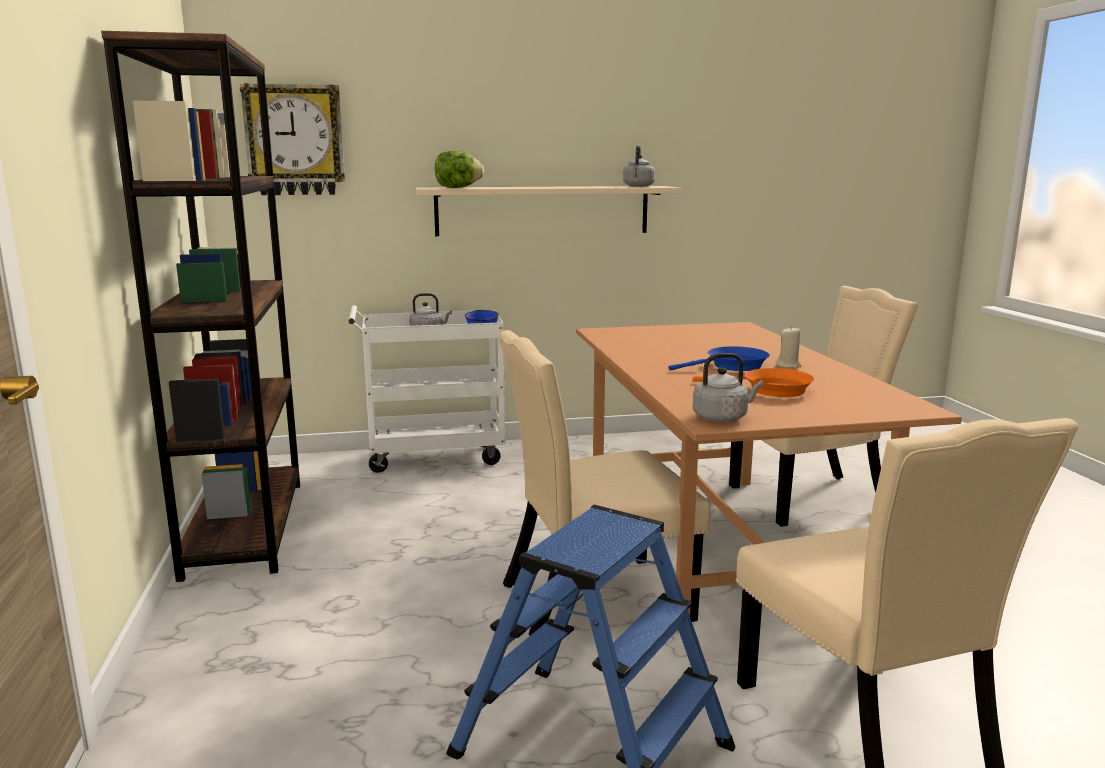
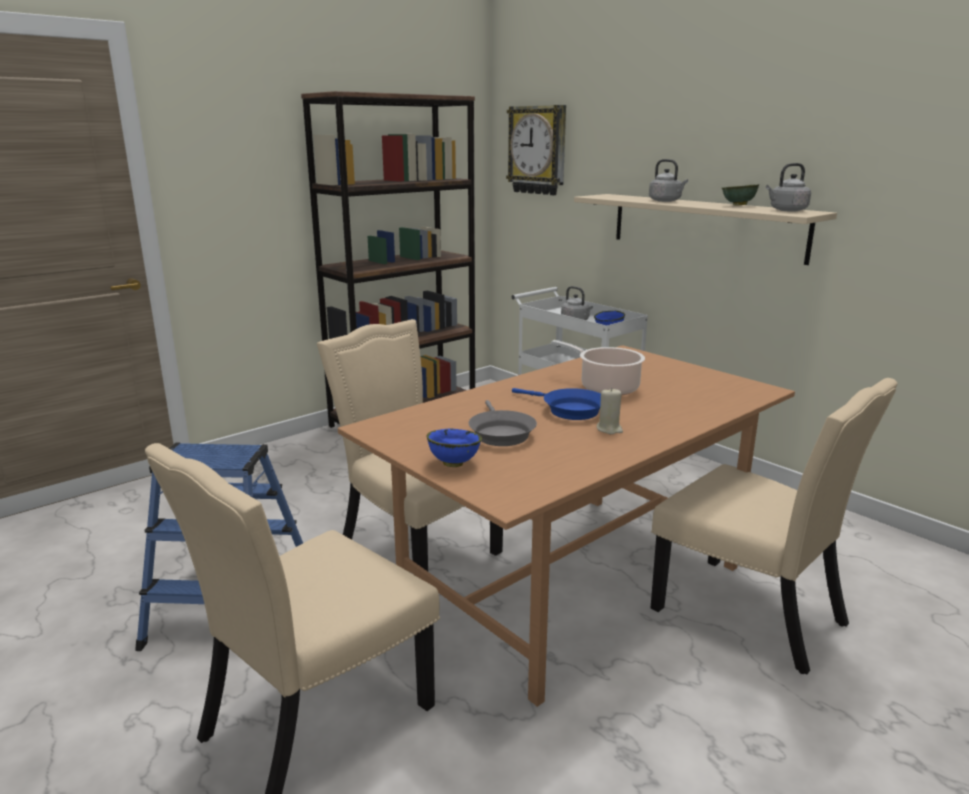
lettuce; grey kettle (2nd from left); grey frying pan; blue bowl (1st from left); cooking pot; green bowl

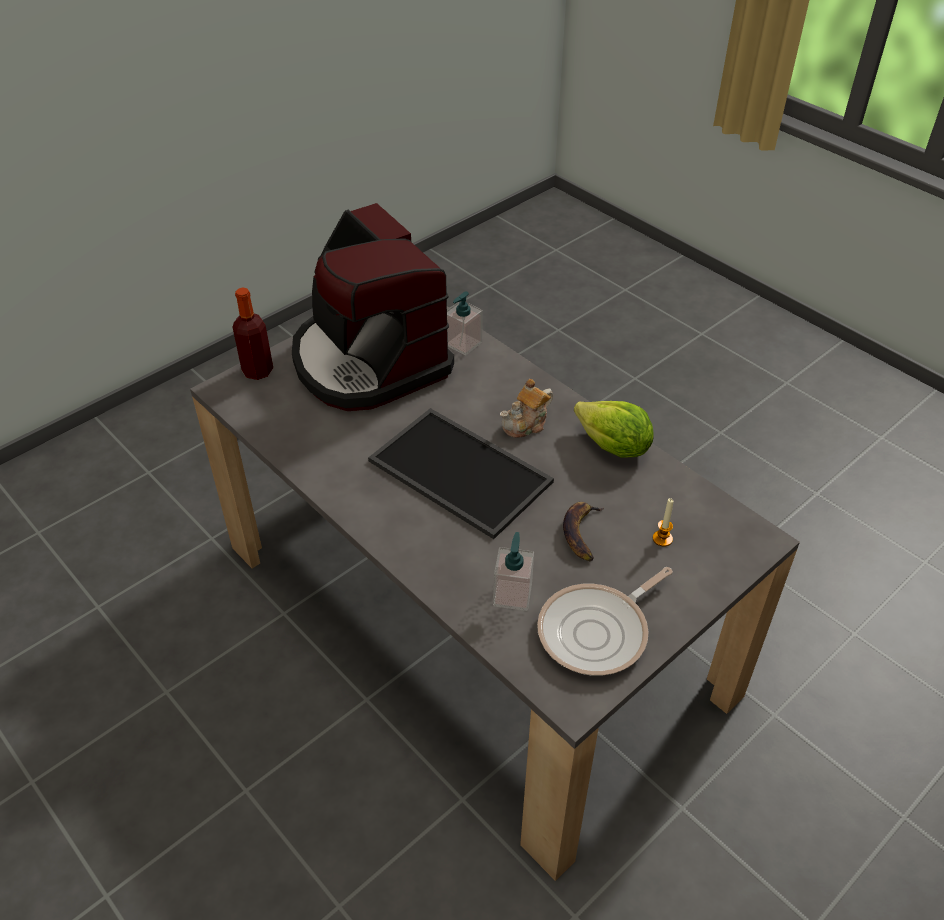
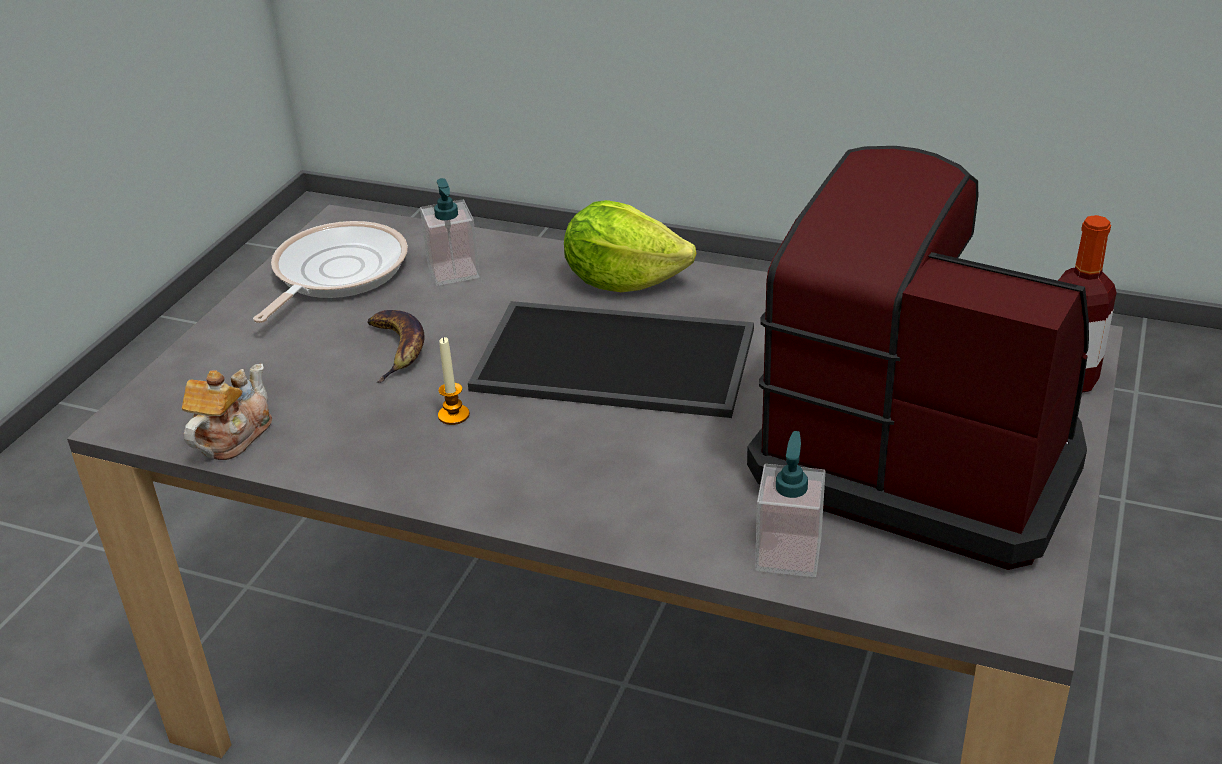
teapot; lettuce; candle

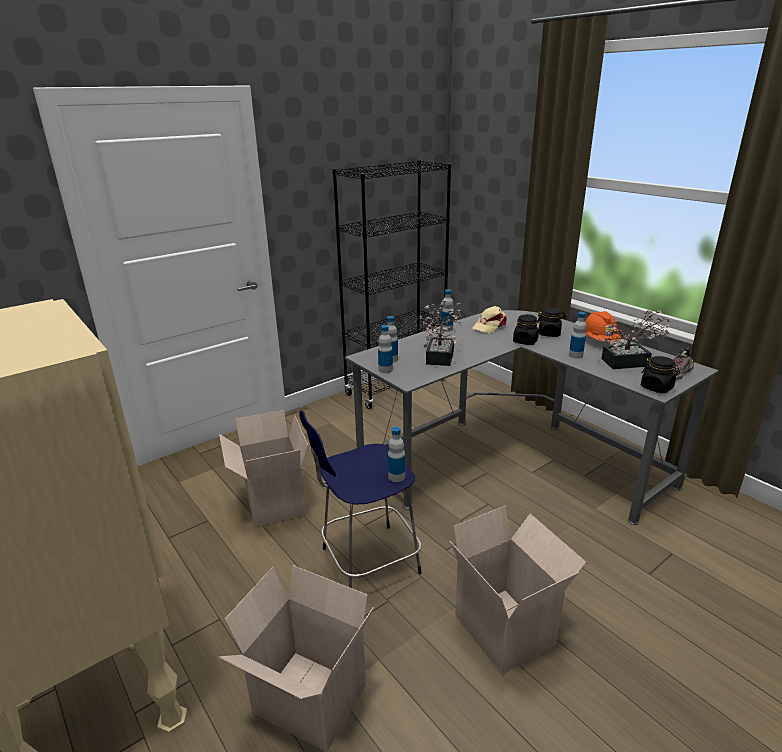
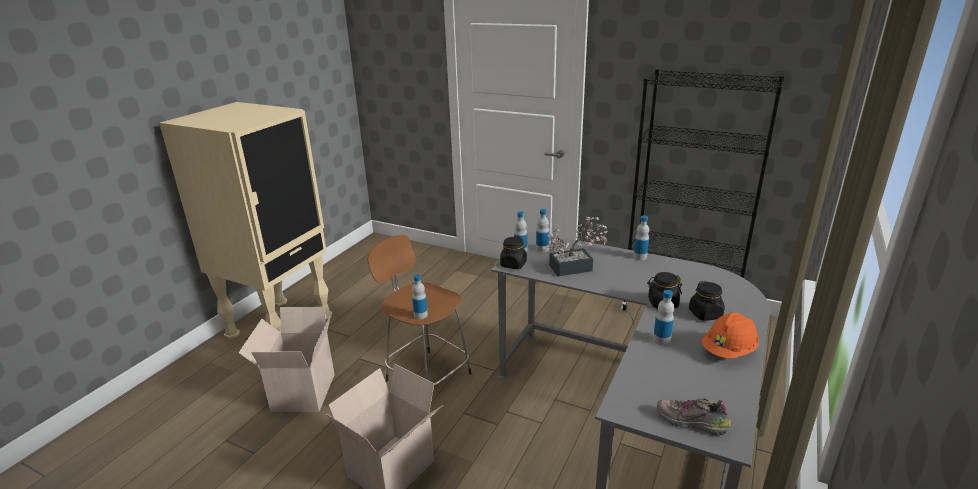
cardboard box (1st from left in the first image); brown stool; beige cap; potted plant (2nd from left in the first image); black jar (1st from left)

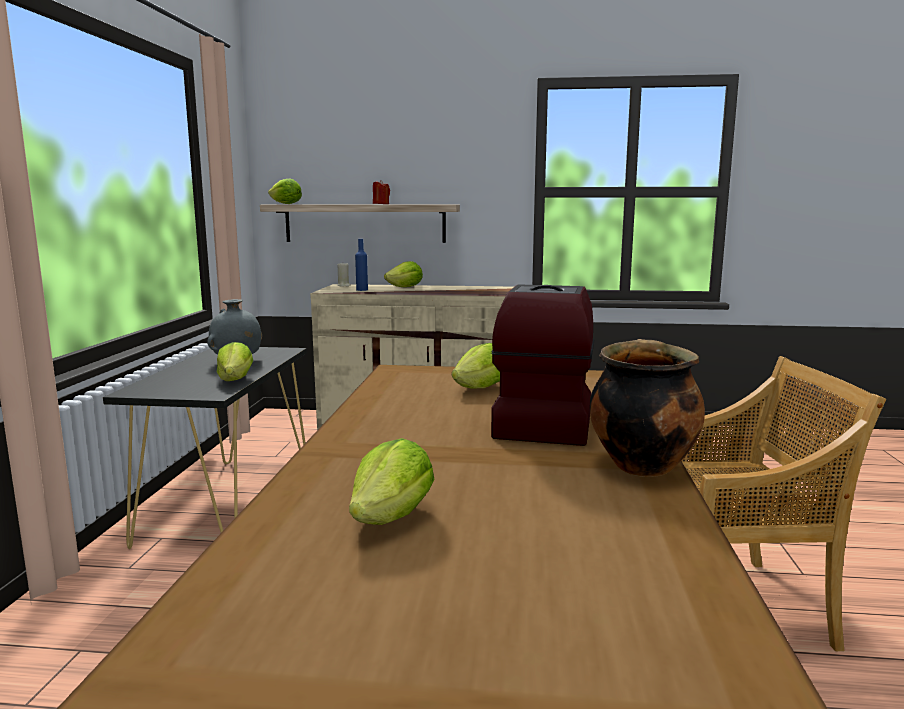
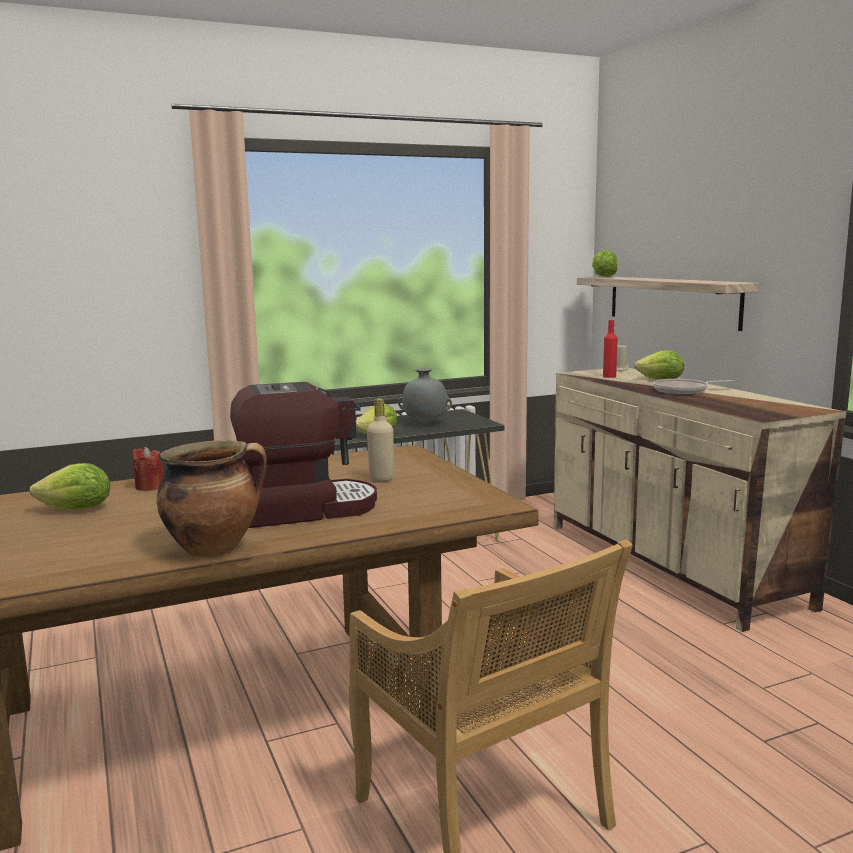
red bottle; red candle; beige bottle; frying pan

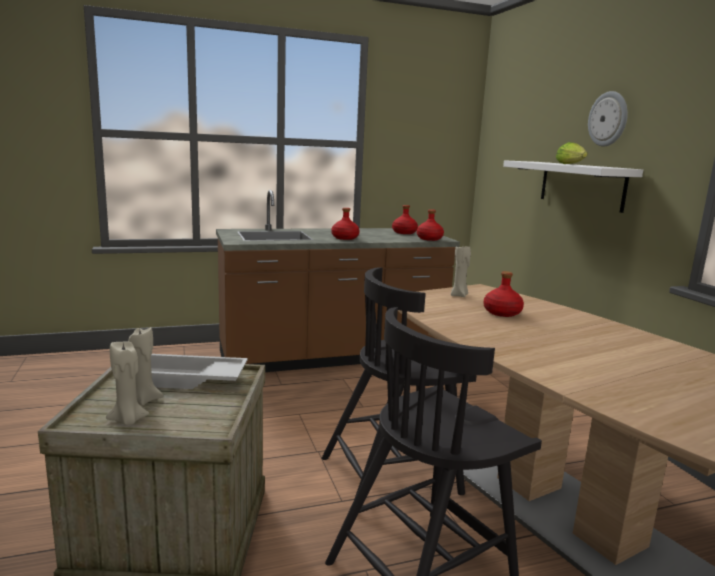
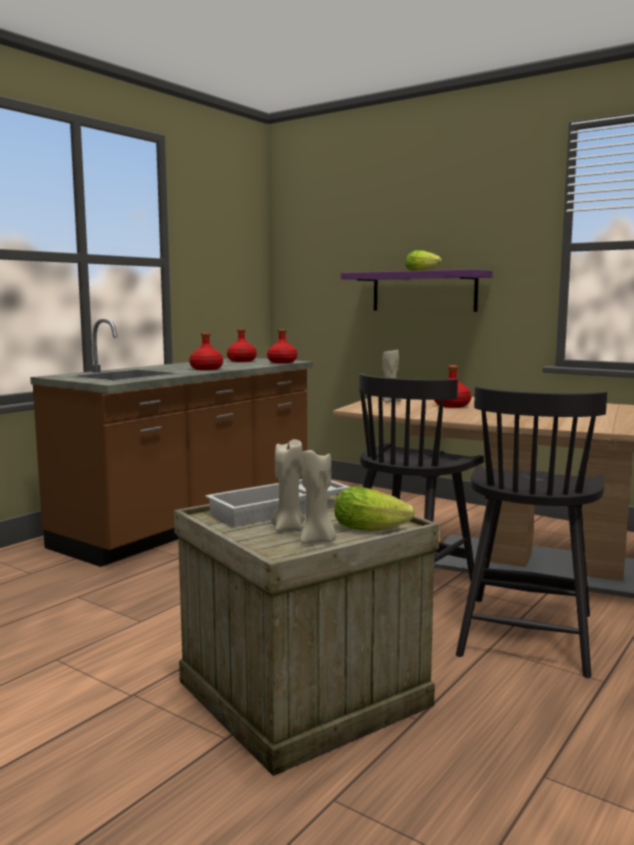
purple shelf; wall clock; lettuce (1st from left)

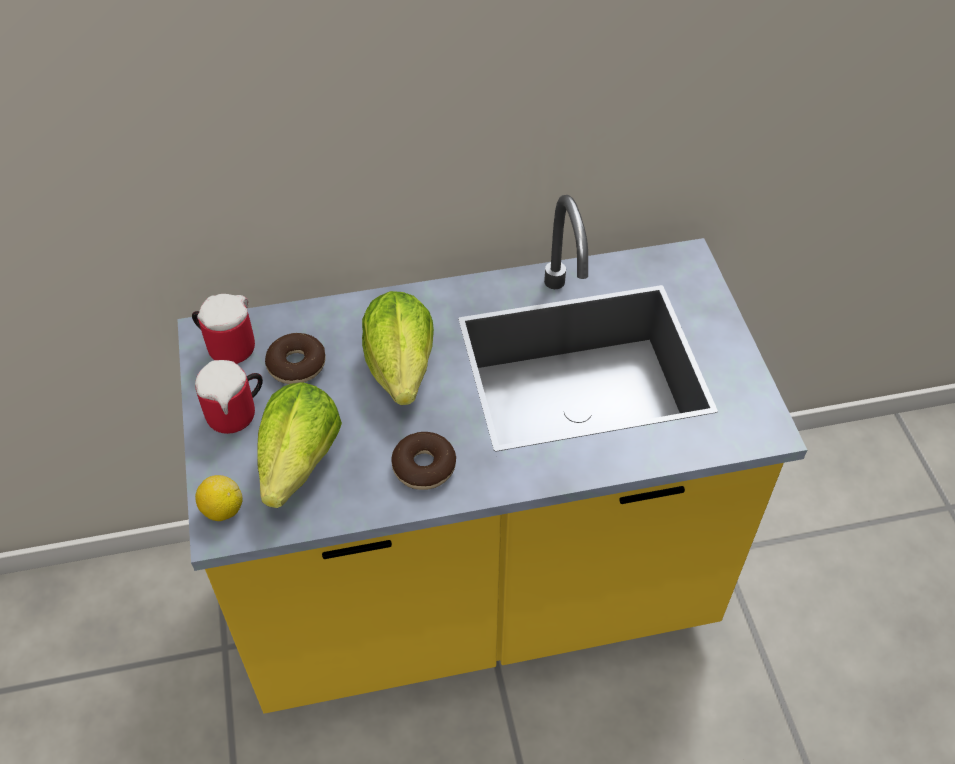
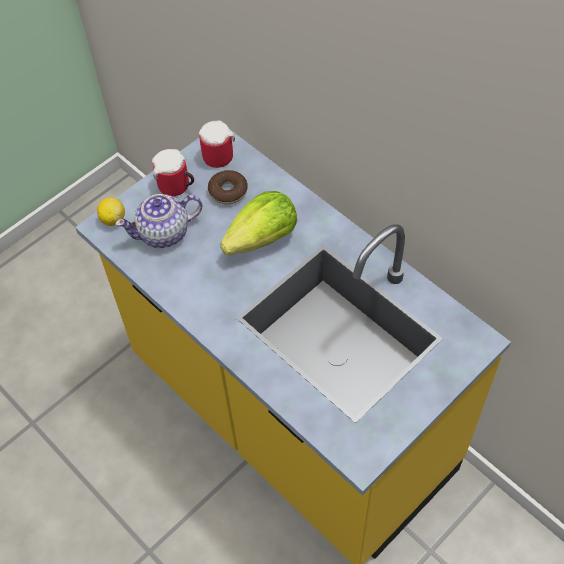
teapot; donut (2nd from left in the first image)

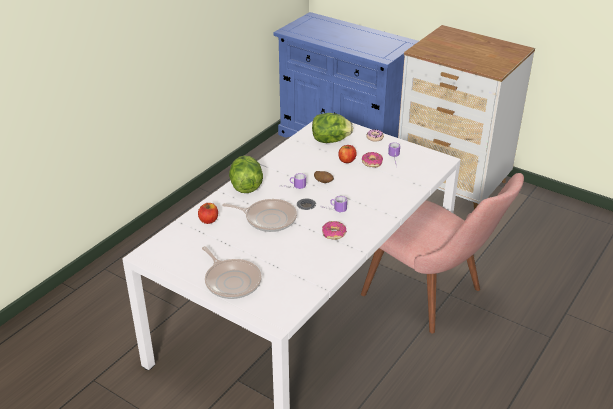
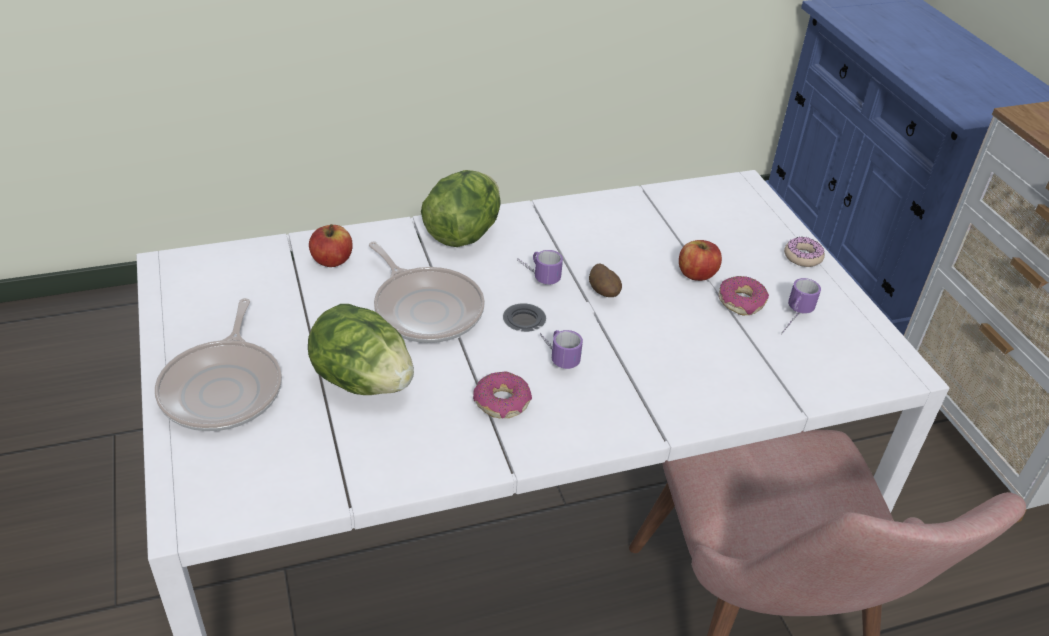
lettuce (1st from left)

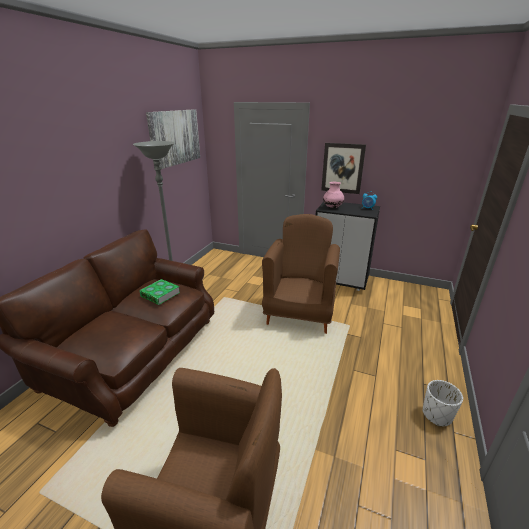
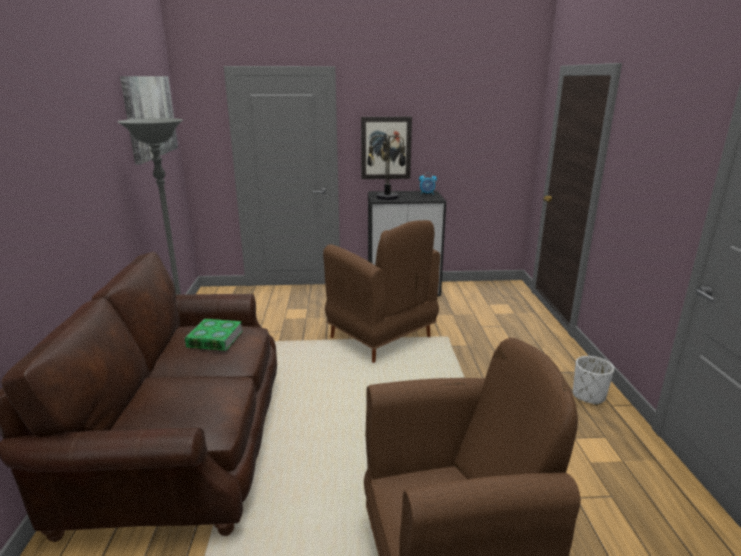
brown armchair (1st from left); table lamp

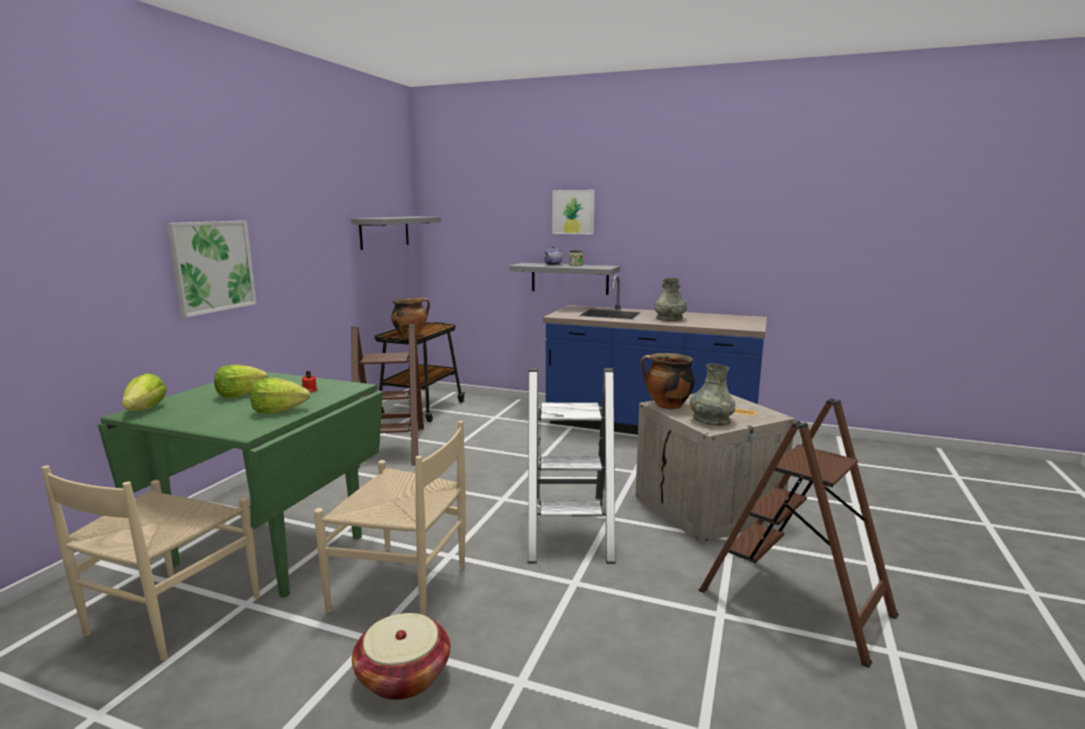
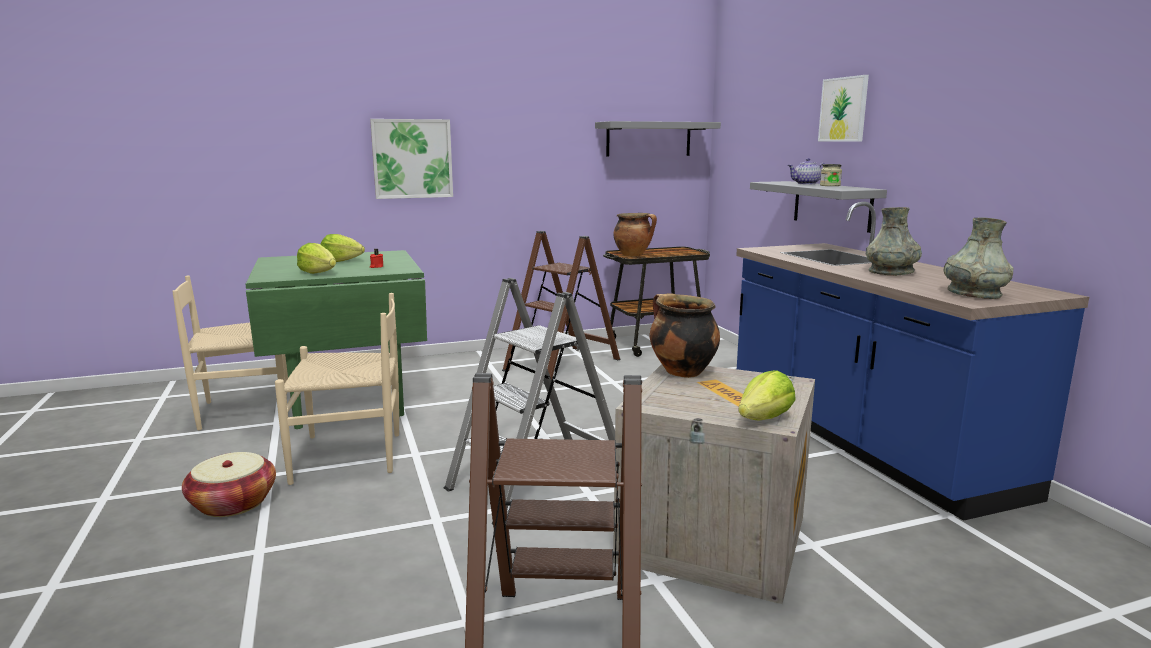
lettuce (3rd from left); beige chair (2nd from left); grey vase (2nd from left)

